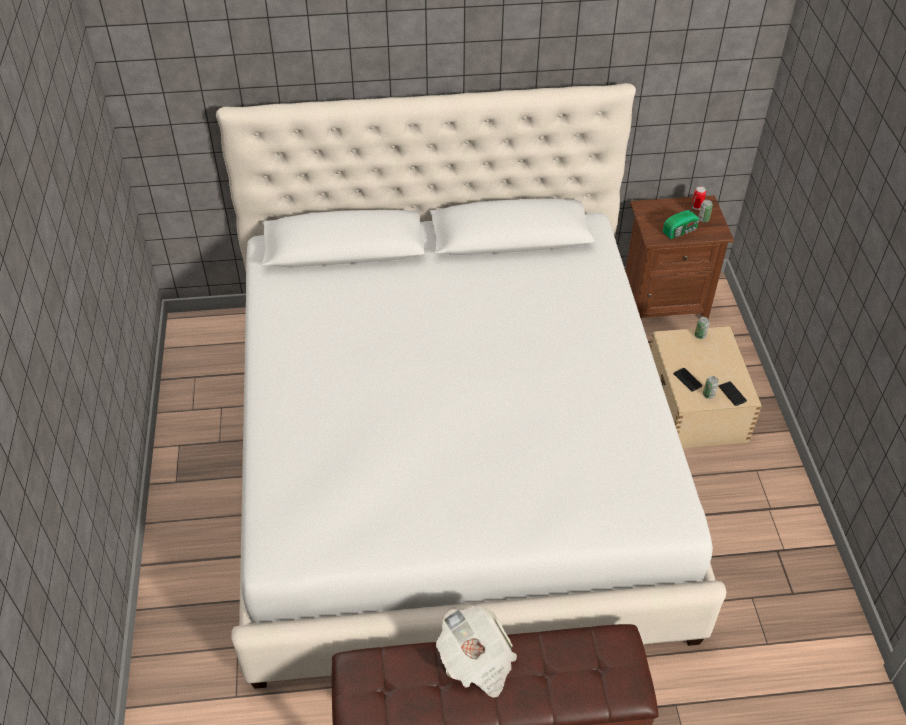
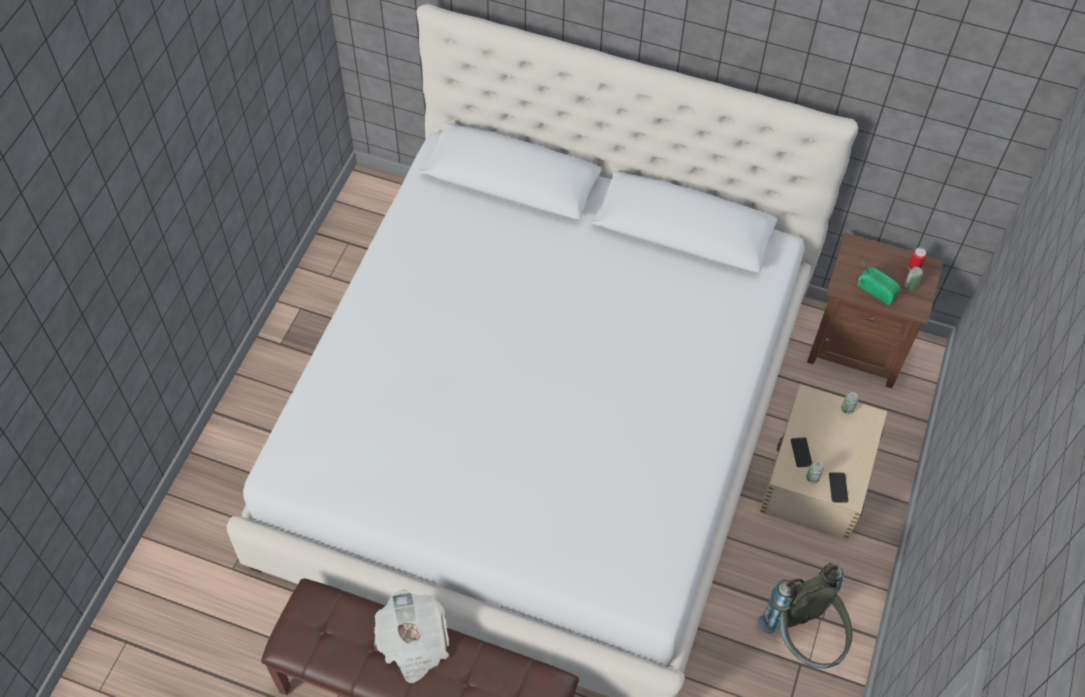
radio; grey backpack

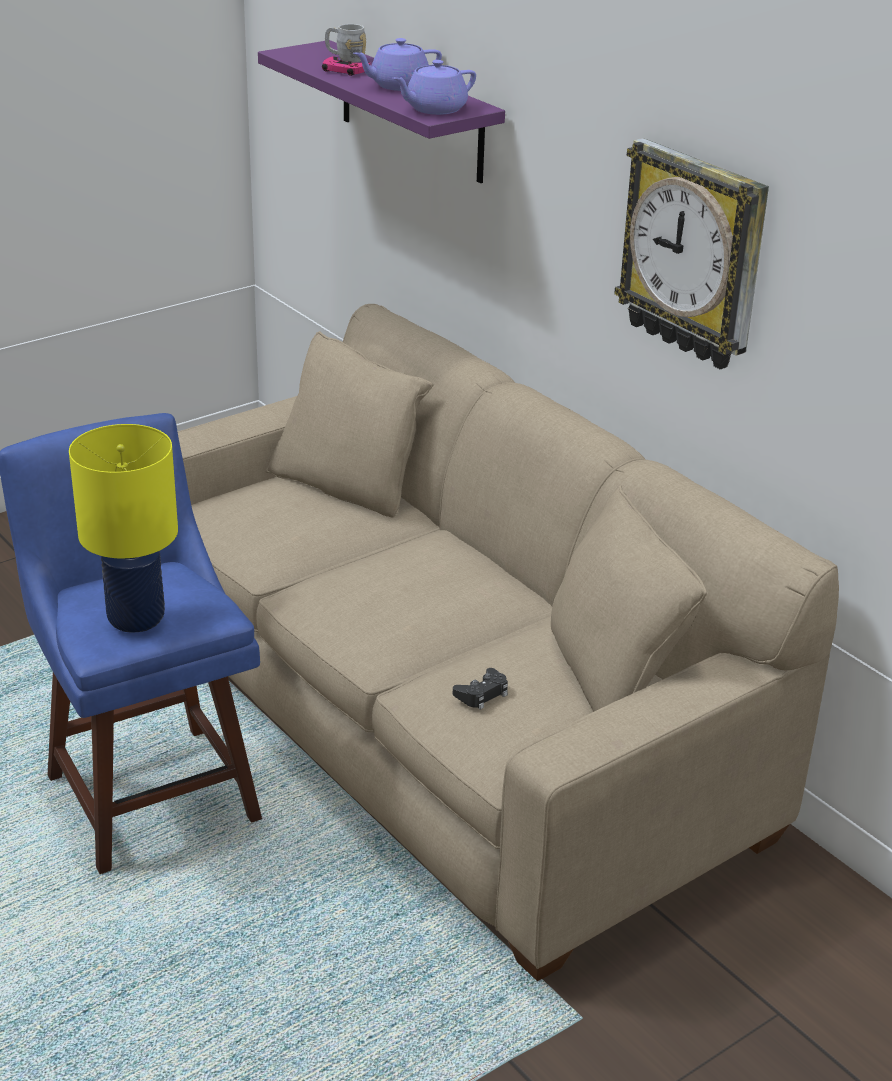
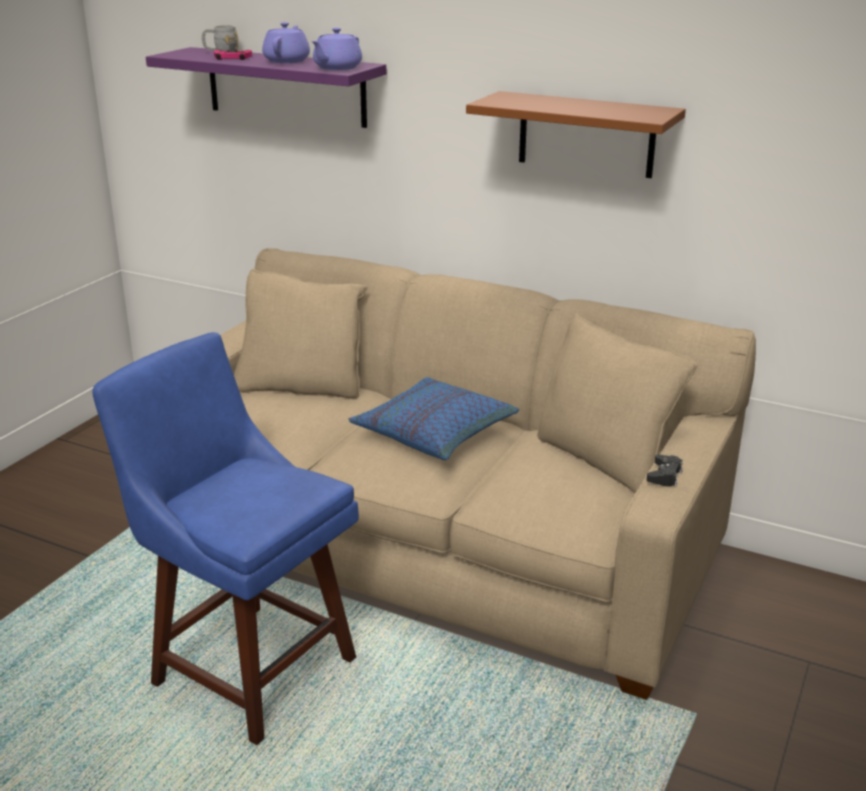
yellow table lamp; purple teapot (1st from left); black game controller; brown shelf; blue pillow

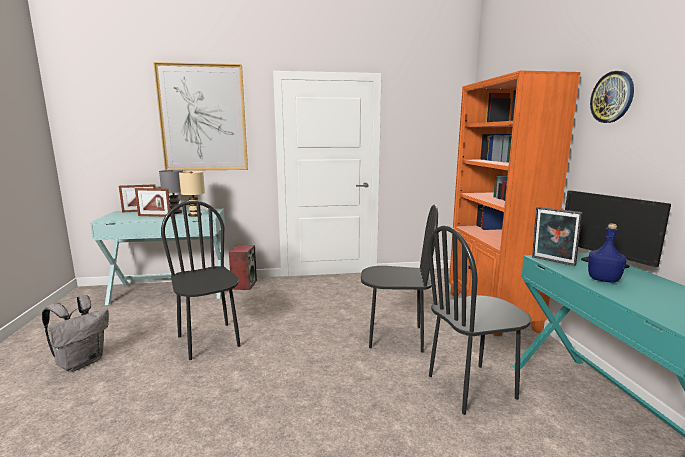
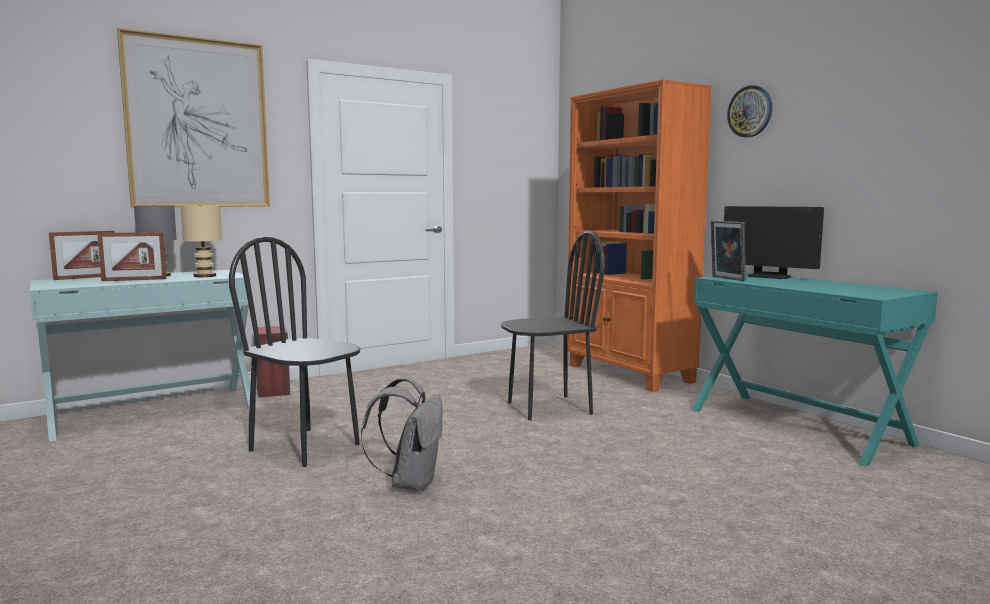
grey backpack; black chair (3rd from left in the first image); picture frame (3rd from left); blue bottle

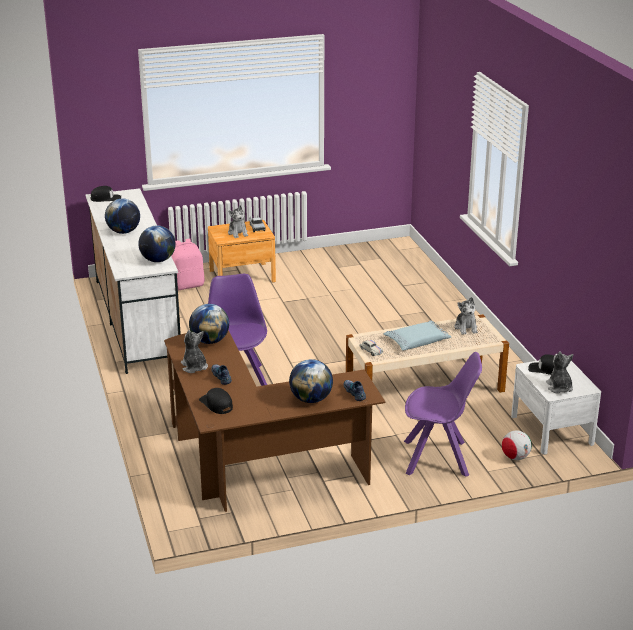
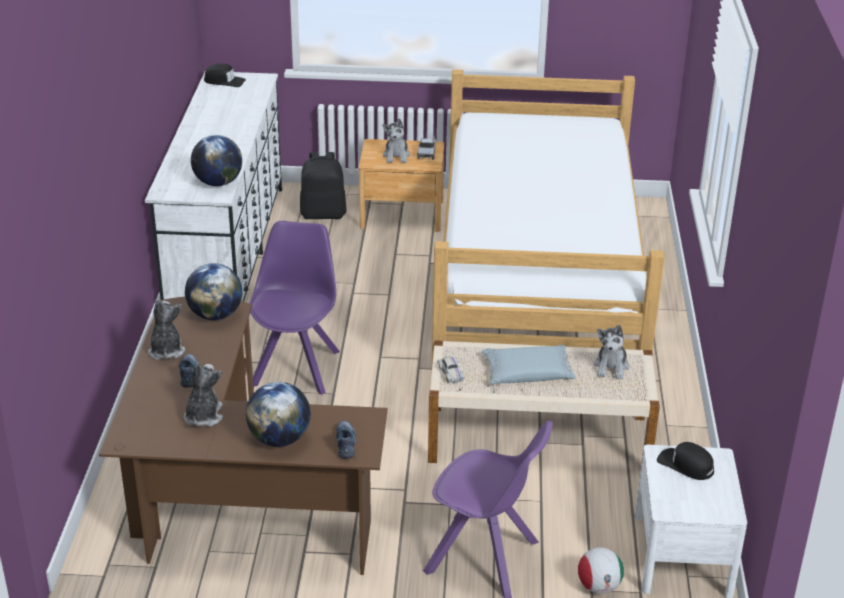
globe (1st from left in the first image); black backpack; black cap (2nd from left in the first image); plush toy (2nd from left); bed

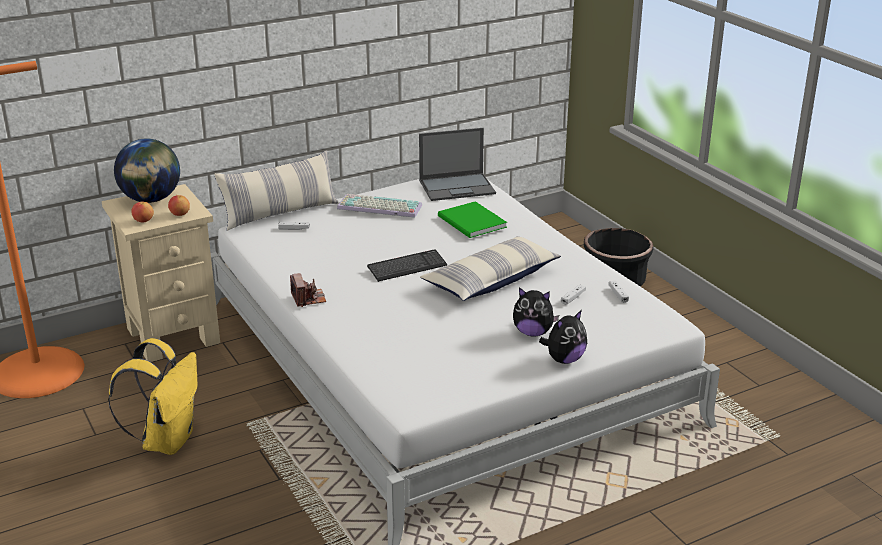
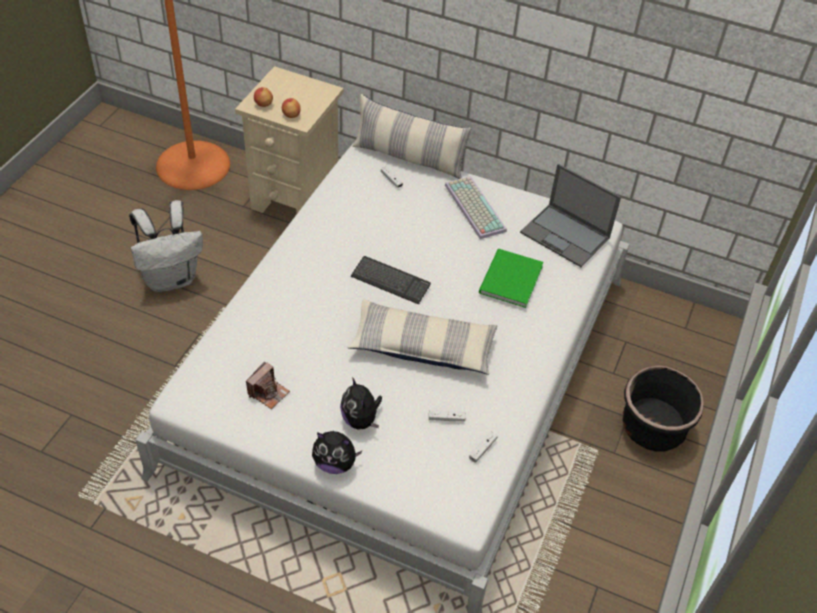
white backpack; globe; photo camera

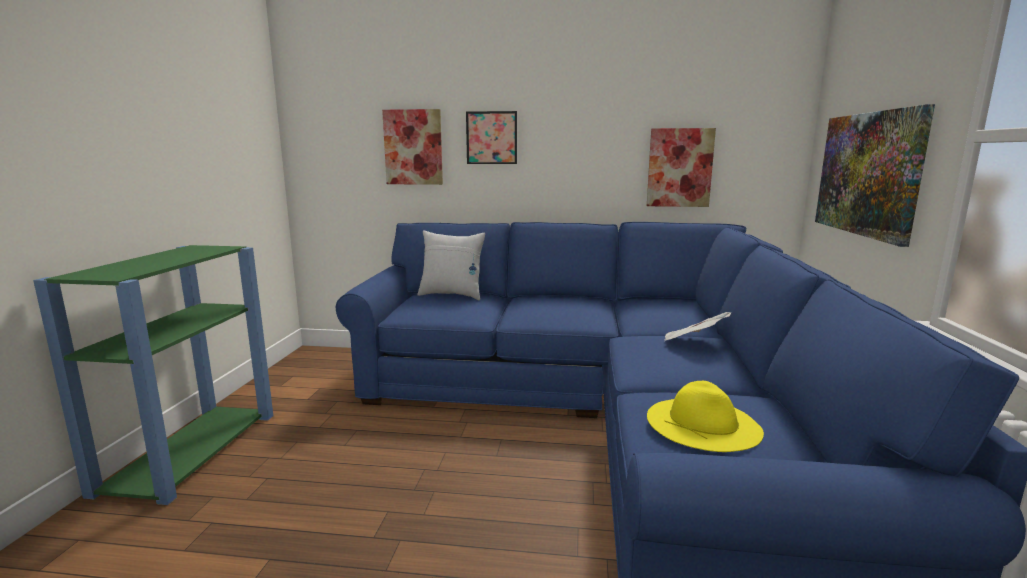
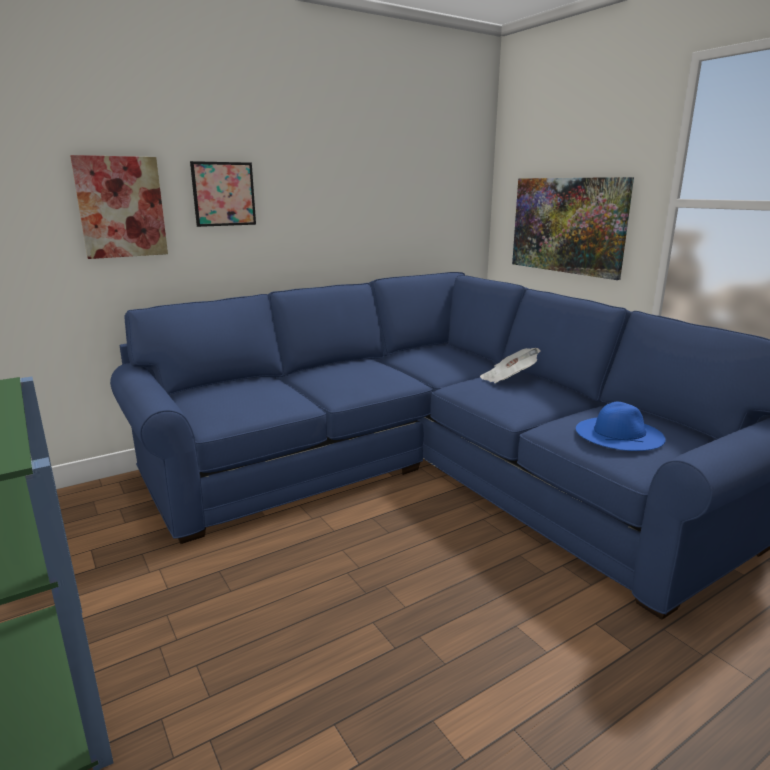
grey pillow; picture (3rd from left in the first image); blue hat

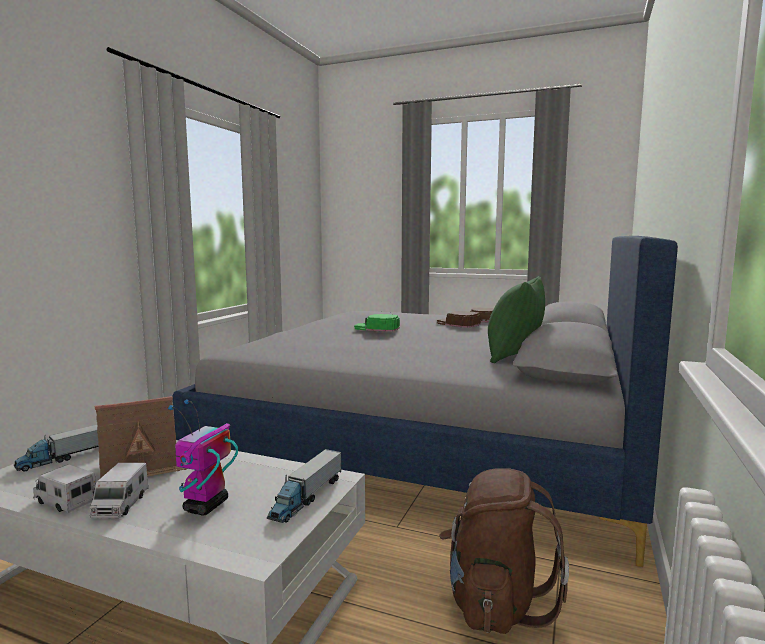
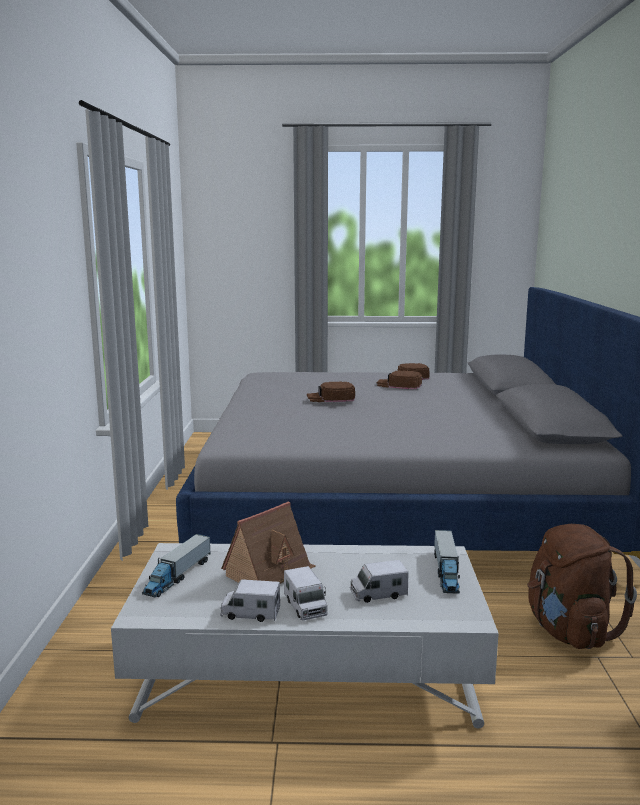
toy truck (4th from left); brown cap (1st from left); green pillow

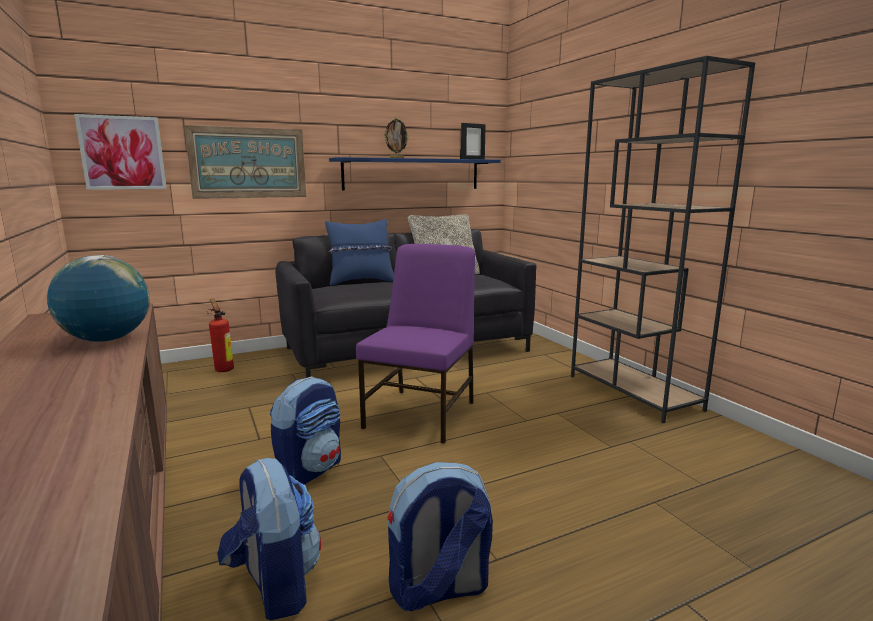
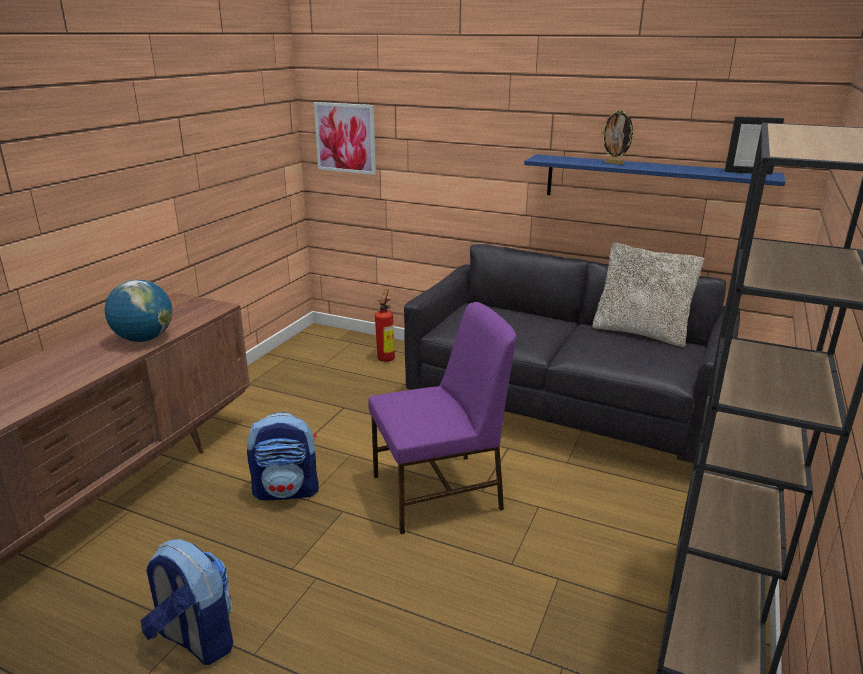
picture (2nd from left in the first image); backpack (1st from left in the first image); blue pillow

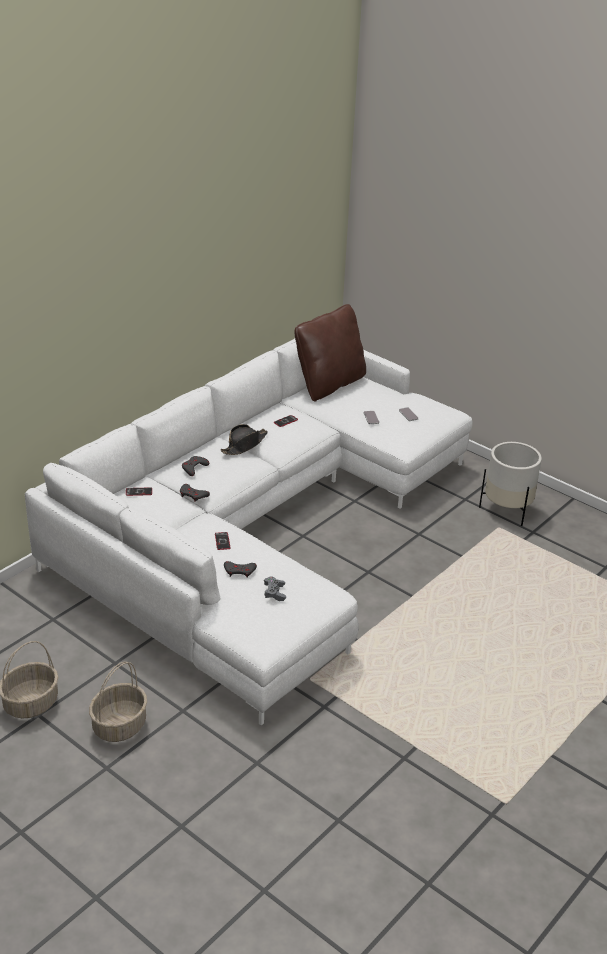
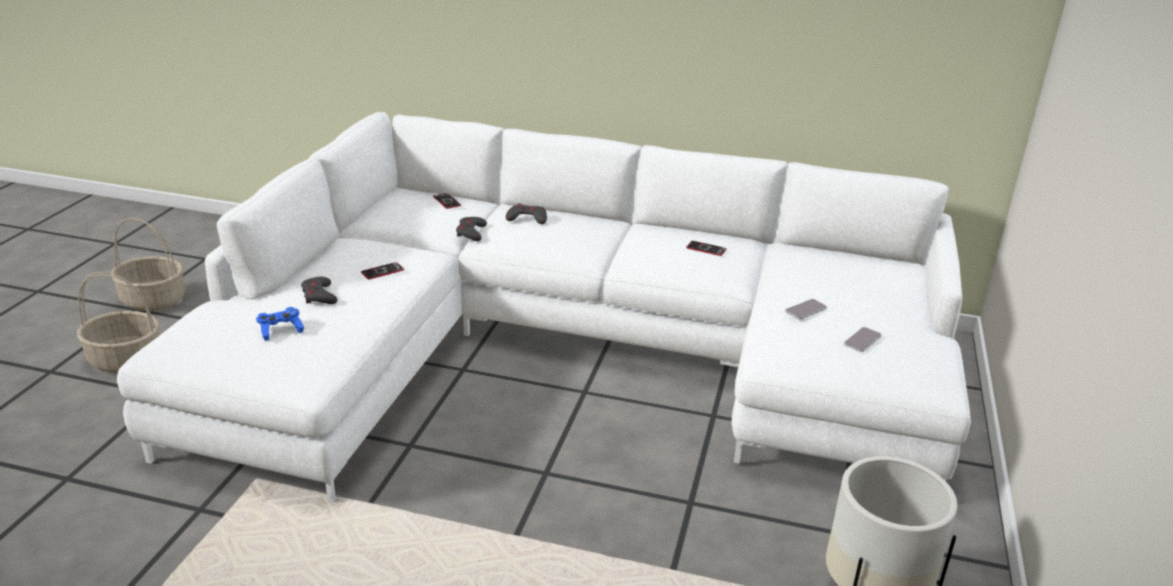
black hat; blue game controller; brown pillow

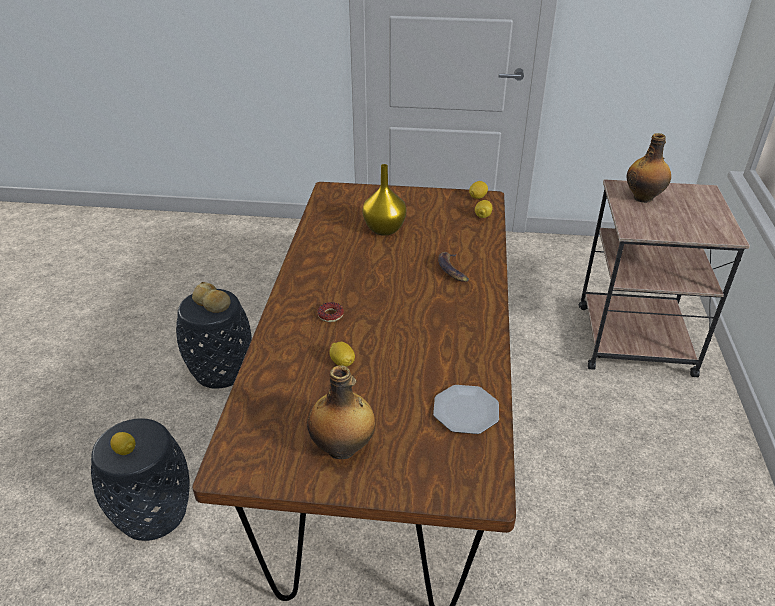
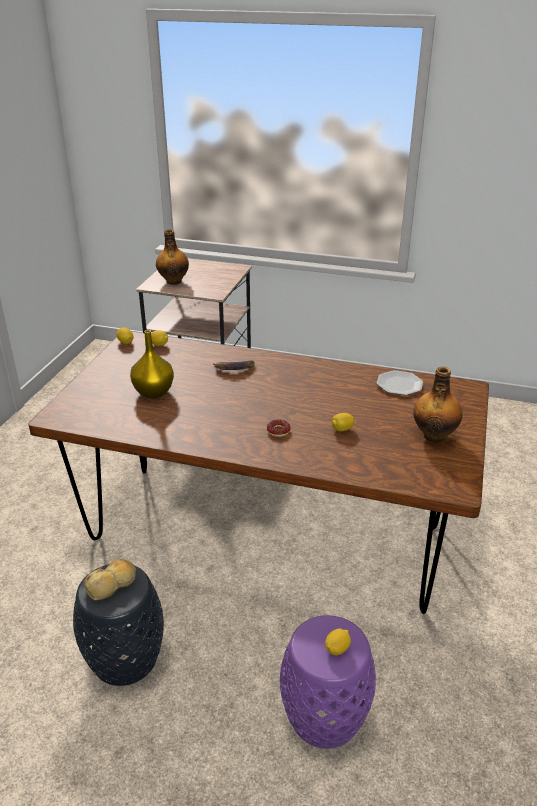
purple stool

